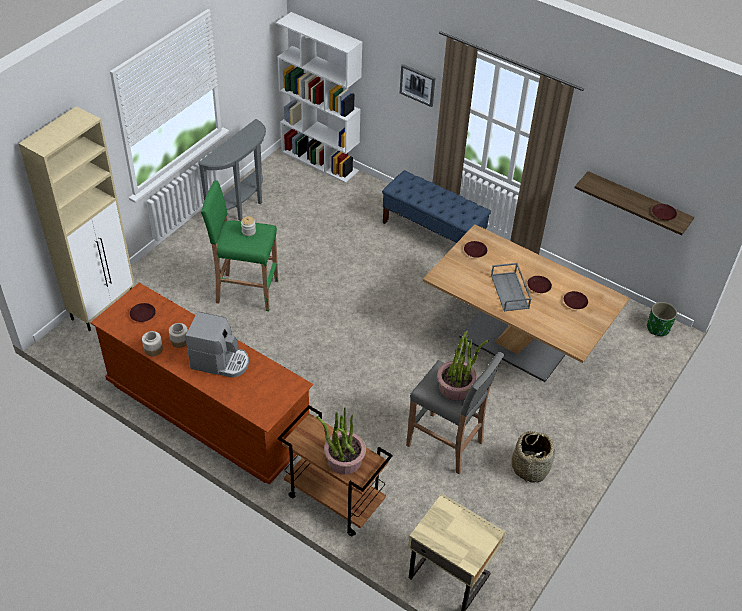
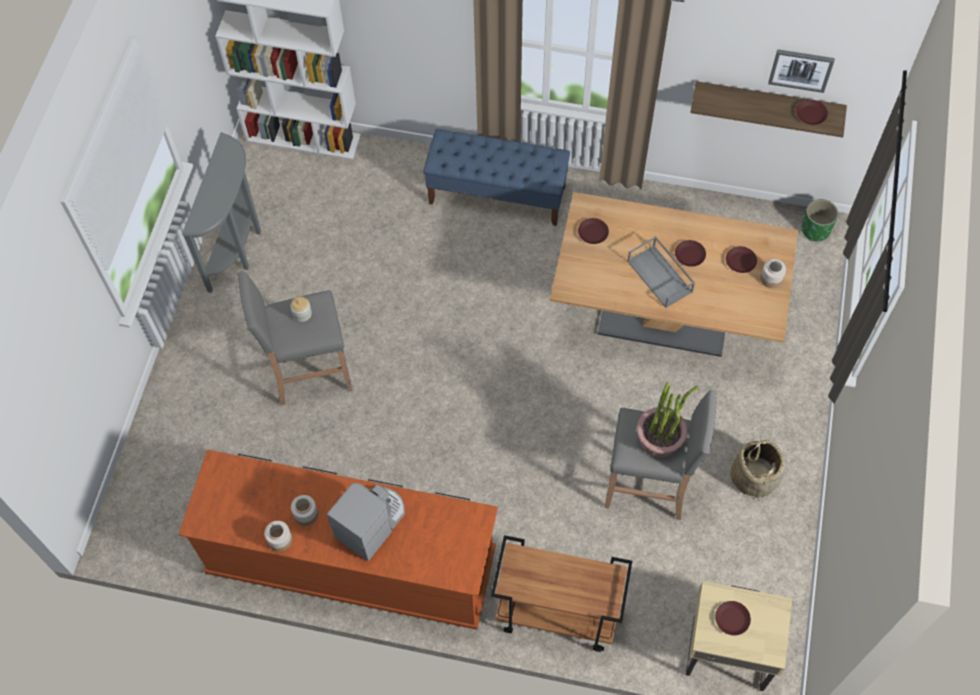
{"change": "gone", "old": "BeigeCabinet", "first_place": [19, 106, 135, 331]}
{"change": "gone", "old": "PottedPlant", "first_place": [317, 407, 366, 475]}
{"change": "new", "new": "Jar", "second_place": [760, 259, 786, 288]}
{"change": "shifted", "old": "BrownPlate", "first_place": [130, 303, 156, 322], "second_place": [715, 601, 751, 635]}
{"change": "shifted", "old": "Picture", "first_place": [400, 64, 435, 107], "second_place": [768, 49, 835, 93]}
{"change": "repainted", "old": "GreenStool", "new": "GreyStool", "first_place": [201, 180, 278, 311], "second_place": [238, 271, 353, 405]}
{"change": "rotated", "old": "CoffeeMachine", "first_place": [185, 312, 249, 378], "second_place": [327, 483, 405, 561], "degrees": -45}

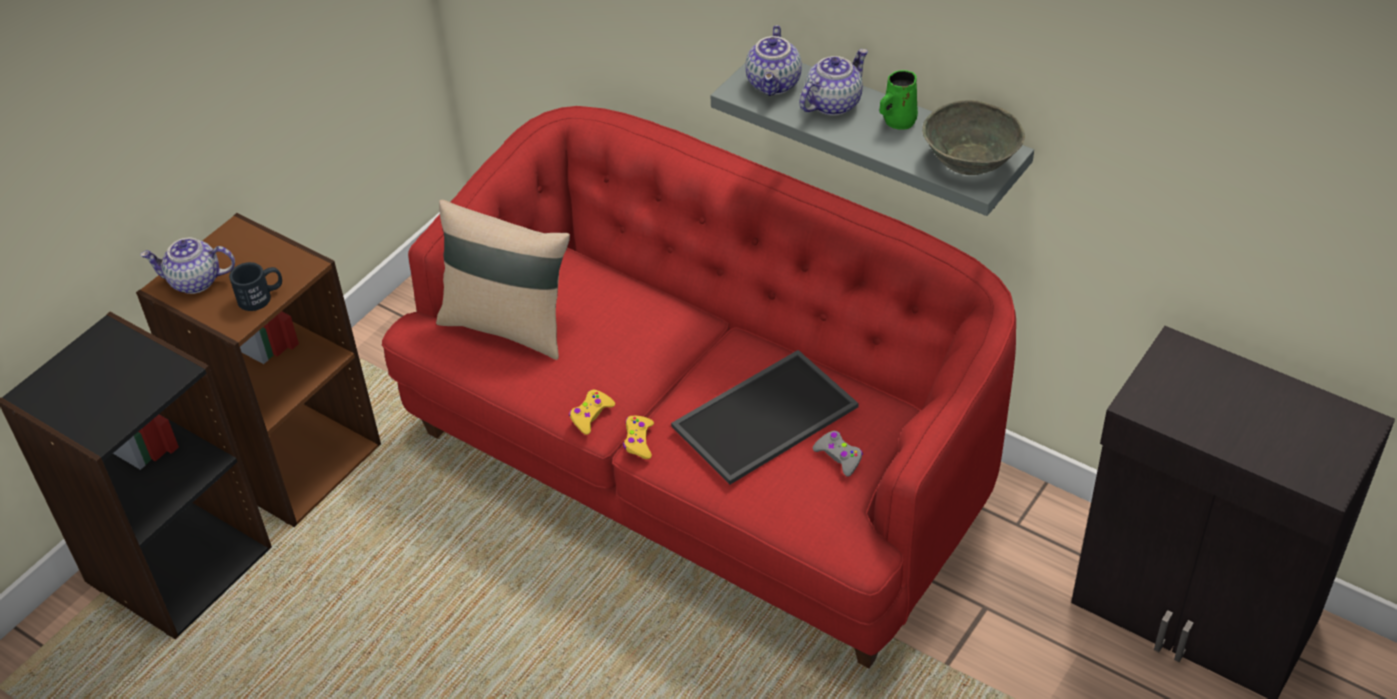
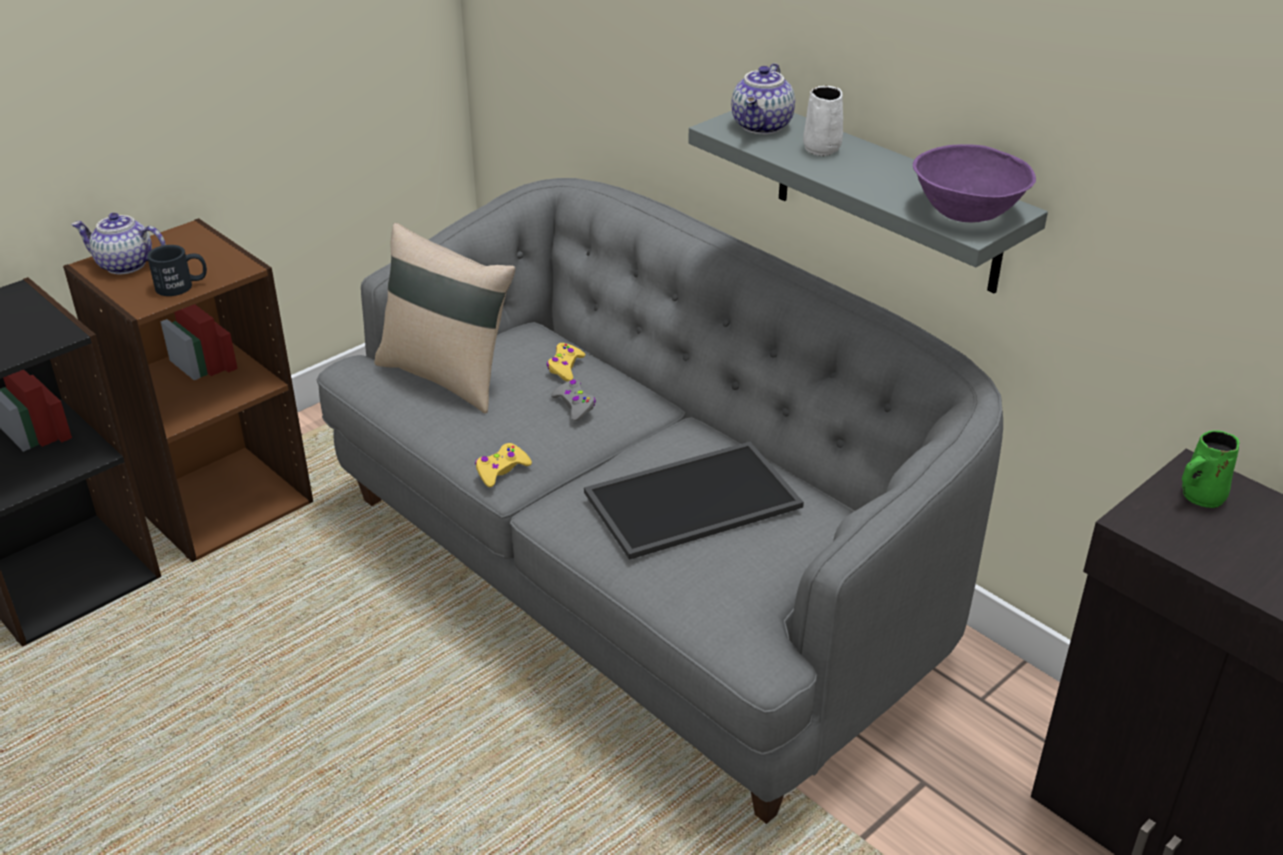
{"change": "shifted", "old": "YellowGameController", "first_place": [623, 416, 654, 459], "second_place": [547, 343, 585, 382]}
{"change": "shifted", "old": "GreyGameController", "first_place": [813, 431, 863, 477], "second_place": [551, 380, 596, 421]}
{"change": "shifted", "old": "GreenMug", "first_place": [879, 70, 918, 130], "second_place": [1182, 430, 1240, 508]}
{"change": "swapped", "old": "Teapot", "new": "WhiteMug", "first_place": [799, 49, 868, 116], "second_place": [803, 86, 843, 156]}
{"change": "repainted", "old": "RedSofa", "new": "GreySofa", "first_place": [382, 106, 1016, 668], "second_place": [317, 178, 1003, 824]}
{"change": "repainted", "old": "GreyBowl", "new": "PurpleBowl", "first_place": [922, 100, 1025, 175], "second_place": [913, 144, 1036, 223]}

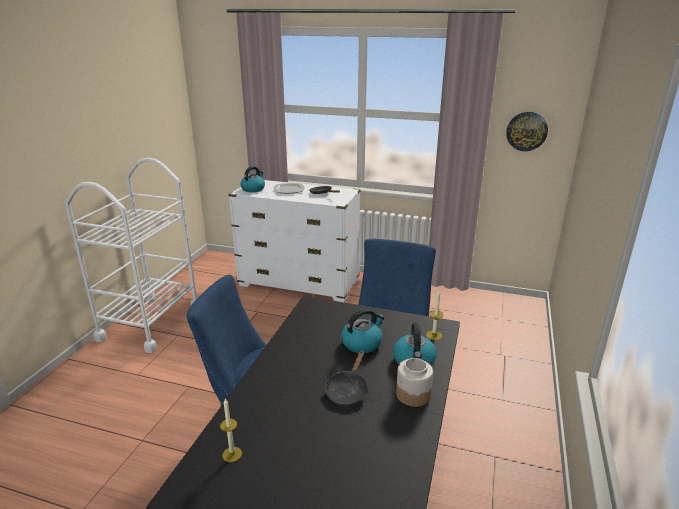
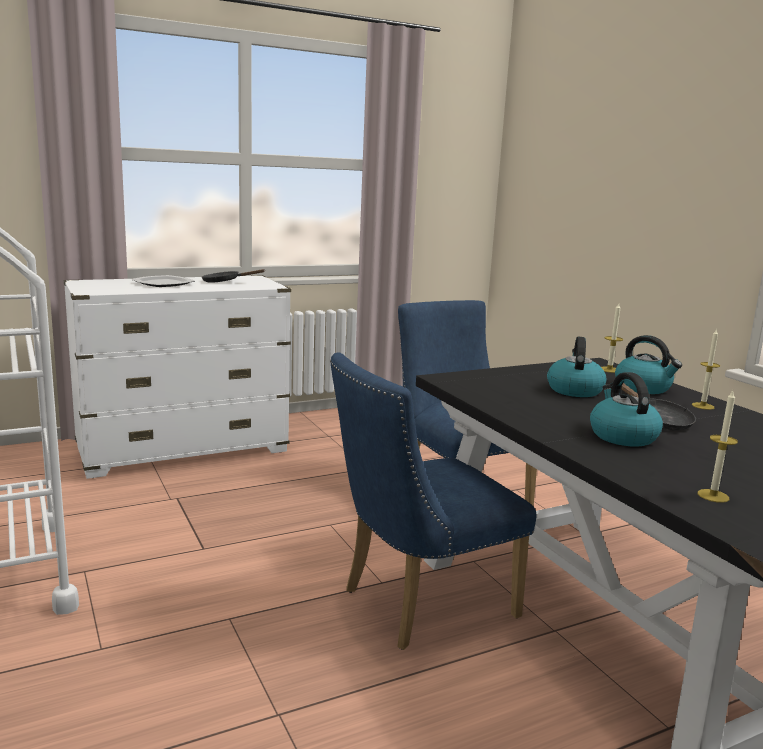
{"change": "gone", "old": "WallClock", "first_place": [506, 111, 548, 151]}
{"change": "shifted", "old": "Kettle", "first_place": [240, 166, 265, 192], "second_place": [590, 372, 663, 446]}
{"change": "swapped", "old": "Jar", "new": "Candle", "first_place": [396, 358, 433, 407], "second_place": [692, 328, 720, 410]}

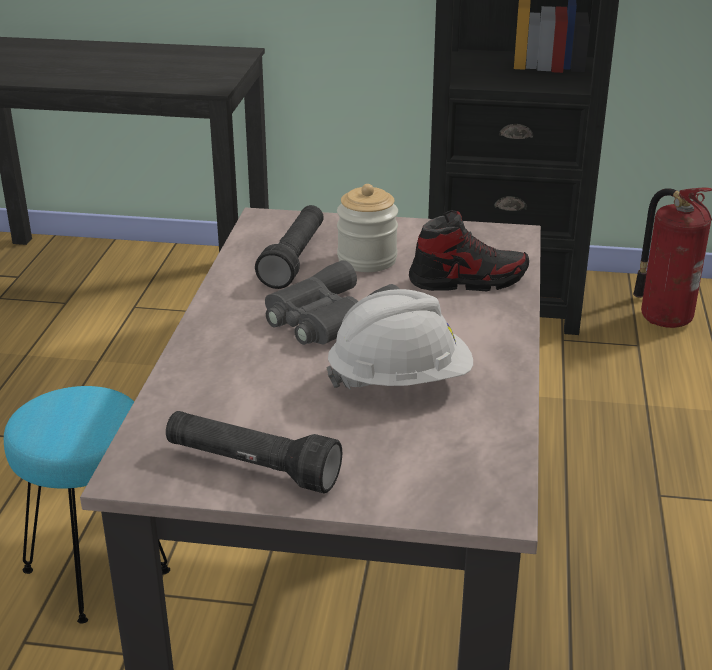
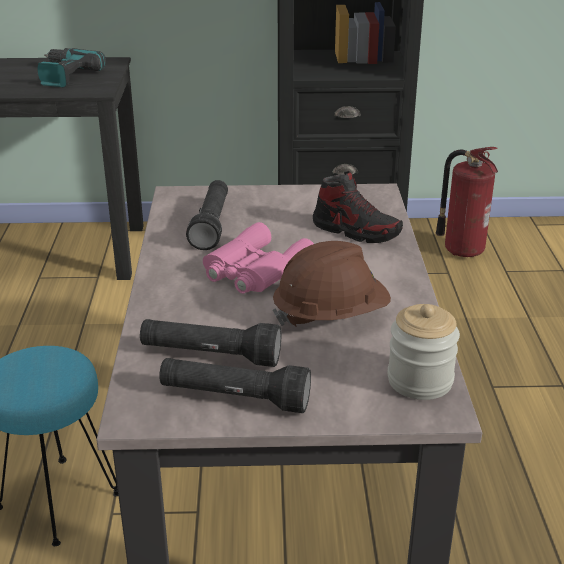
{"change": "new", "new": "PowerDrill", "second_place": [37, 48, 106, 88]}
{"change": "new", "new": "BlackFlashlight", "second_place": [140, 319, 281, 367]}
{"change": "shifted", "old": "Jar", "first_place": [337, 184, 398, 272], "second_place": [387, 304, 460, 400]}
{"change": "repainted", "old": "GreyBinoculars", "new": "PinkBinoculars", "first_place": [265, 260, 400, 345], "second_place": [203, 222, 314, 294]}
{"change": "repainted", "old": "WhiteHardHat", "new": "BrownHardHat", "first_place": [326, 289, 473, 390], "second_place": [273, 241, 391, 327]}
{"change": "rotated", "old": "Shoe", "first_place": [409, 210, 529, 291], "second_place": [313, 171, 403, 243], "degrees": 45}

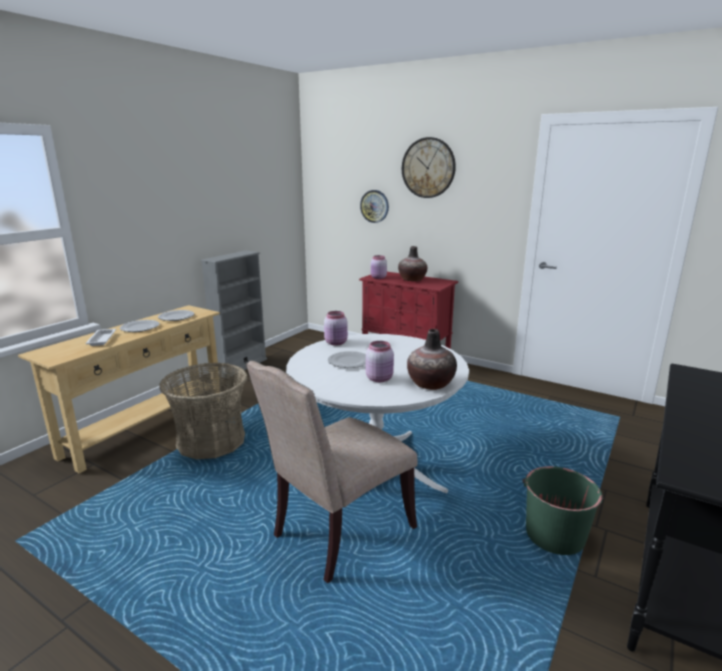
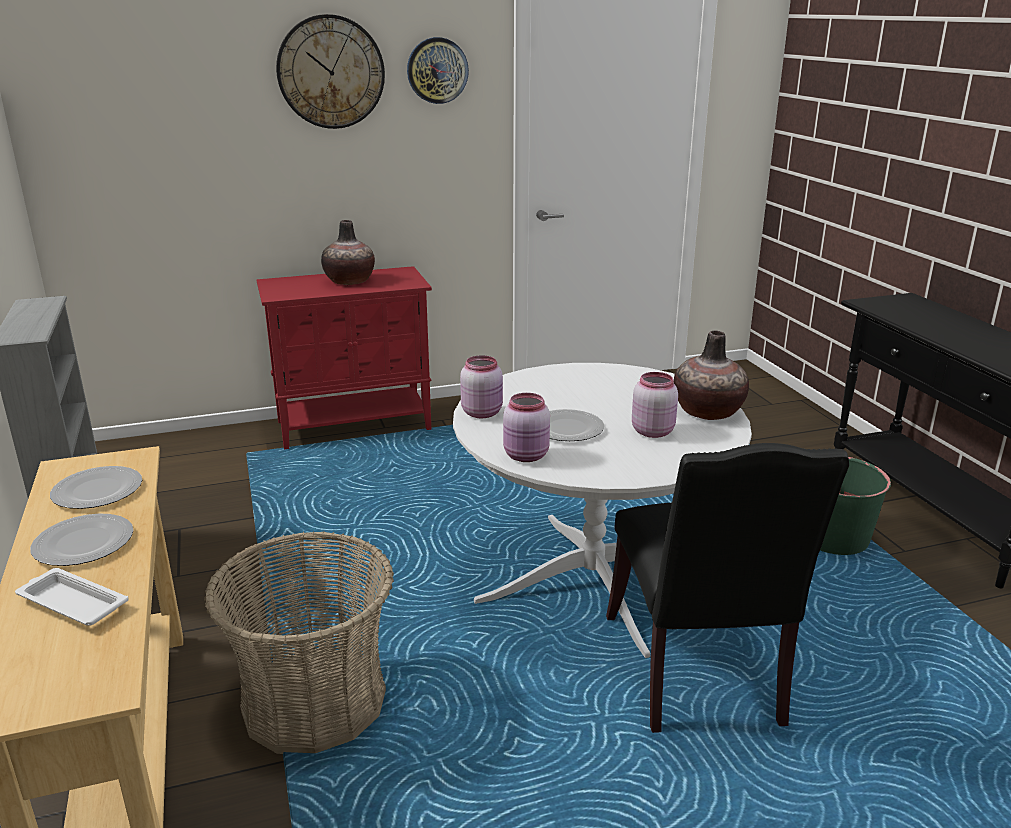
{"change": "shifted", "old": "WallClock", "first_place": [360, 190, 389, 223], "second_place": [407, 37, 469, 104]}
{"change": "shifted", "old": "PinkJar", "first_place": [371, 255, 387, 279], "second_place": [503, 393, 550, 462]}
{"change": "repainted", "old": "BeigeChair", "new": "BlackChair", "first_place": [246, 361, 417, 583], "second_place": [606, 443, 849, 733]}

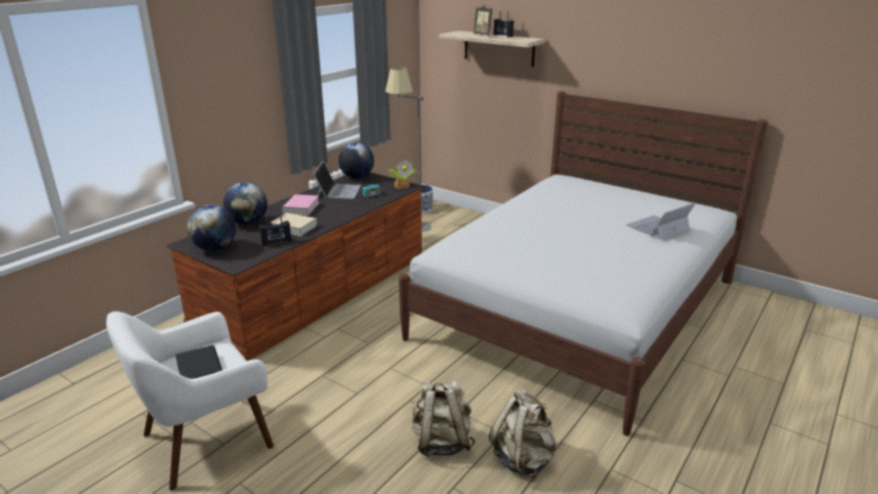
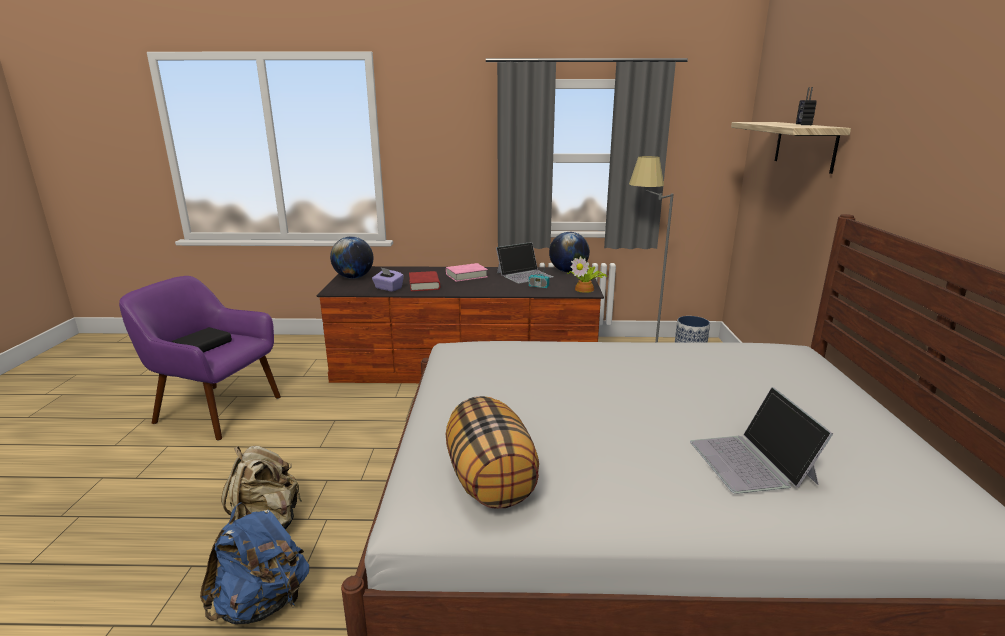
{"change": "gone", "old": "Globe", "first_place": [223, 182, 268, 225]}
{"change": "gone", "old": "PictureFrame", "first_place": [473, 5, 493, 36]}
{"change": "new", "new": "Pillow", "second_place": [446, 396, 539, 509]}
{"change": "swapped", "old": "Radio", "new": "PurpleTissueBox", "first_place": [259, 213, 292, 246], "second_place": [372, 267, 404, 292]}
{"change": "repainted", "old": "WhiteArmchair", "new": "PurpleArmchair", "first_place": [106, 311, 274, 491], "second_place": [119, 276, 281, 441]}
{"change": "repainted", "old": "BeigeBook", "new": "RedBook", "first_place": [270, 213, 317, 236], "second_place": [409, 271, 440, 291]}
{"change": "repainted", "old": "BeigeBackpack", "new": "BlueBackpack", "first_place": [489, 389, 557, 478], "second_place": [200, 502, 309, 624]}
{"change": "rotated", "old": "Laptop", "first_place": [626, 203, 696, 240], "second_place": [690, 387, 833, 494], "degrees": -120}

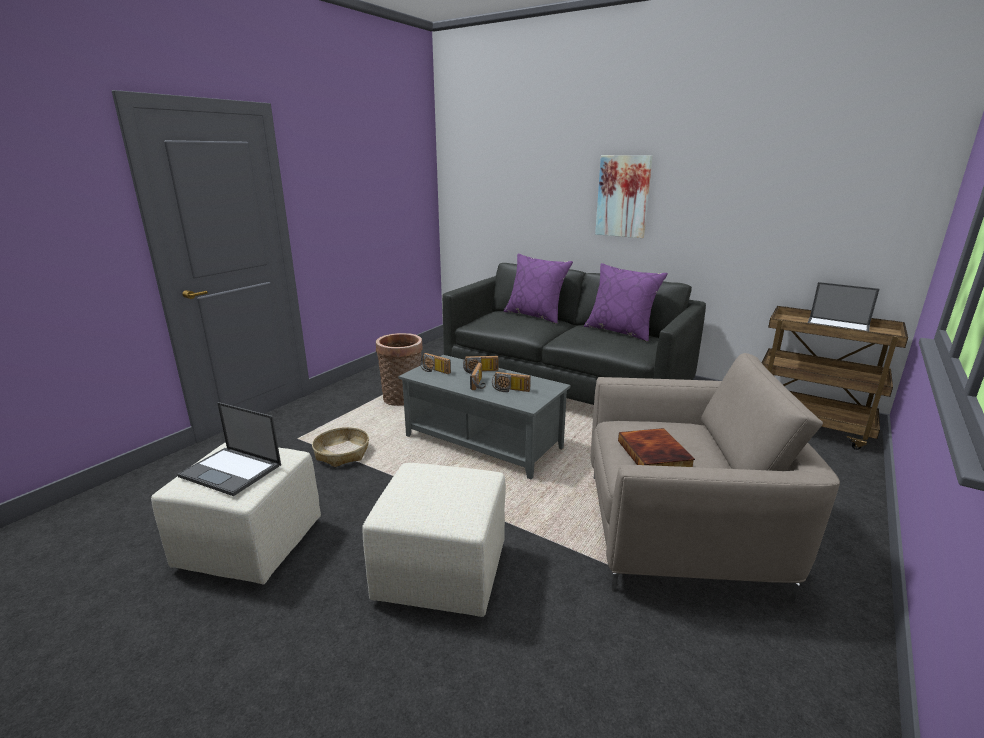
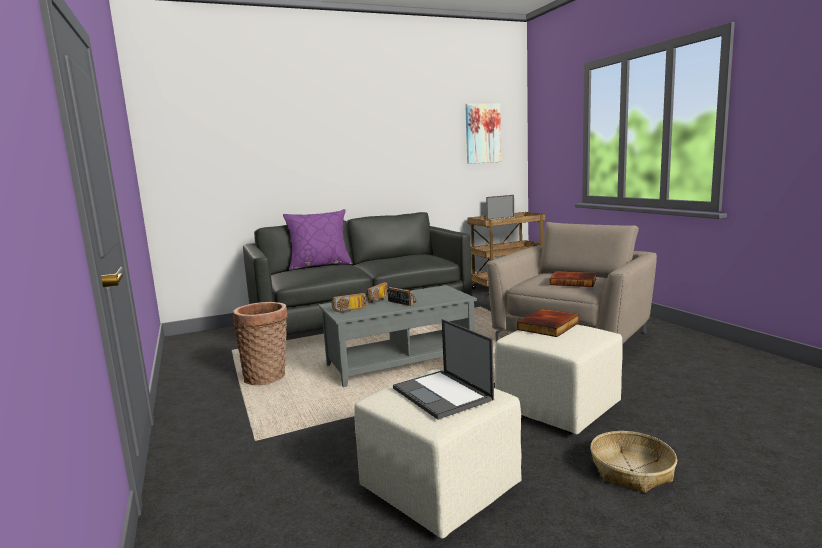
{"change": "gone", "old": "Radio", "first_place": [492, 372, 531, 392]}
{"change": "gone", "old": "PurplePillow", "first_place": [584, 263, 668, 342]}
{"change": "new", "new": "Book", "second_place": [517, 309, 580, 337]}
{"change": "shifted", "old": "Basket", "first_place": [312, 427, 369, 467], "second_place": [590, 431, 677, 493]}
{"change": "shifted", "old": "Picture", "first_place": [595, 155, 653, 238], "second_place": [465, 103, 501, 164]}
{"change": "rotated", "old": "Laptop", "first_place": [178, 402, 281, 496], "second_place": [393, 319, 494, 420], "degrees": 90}

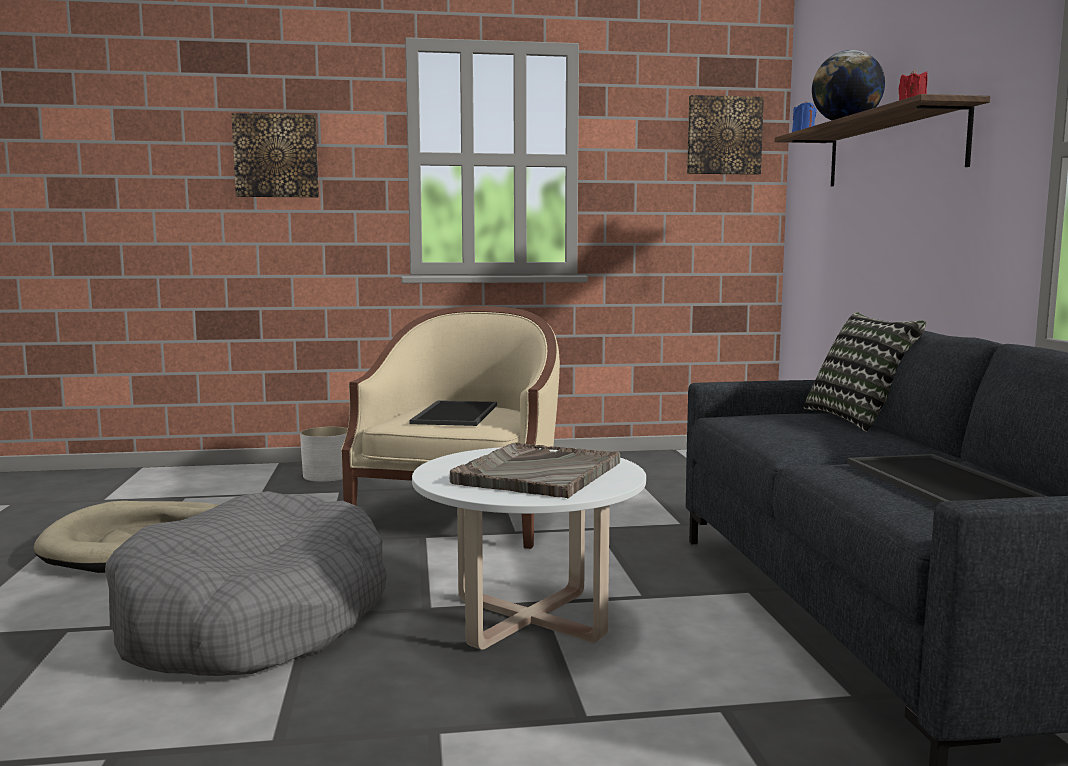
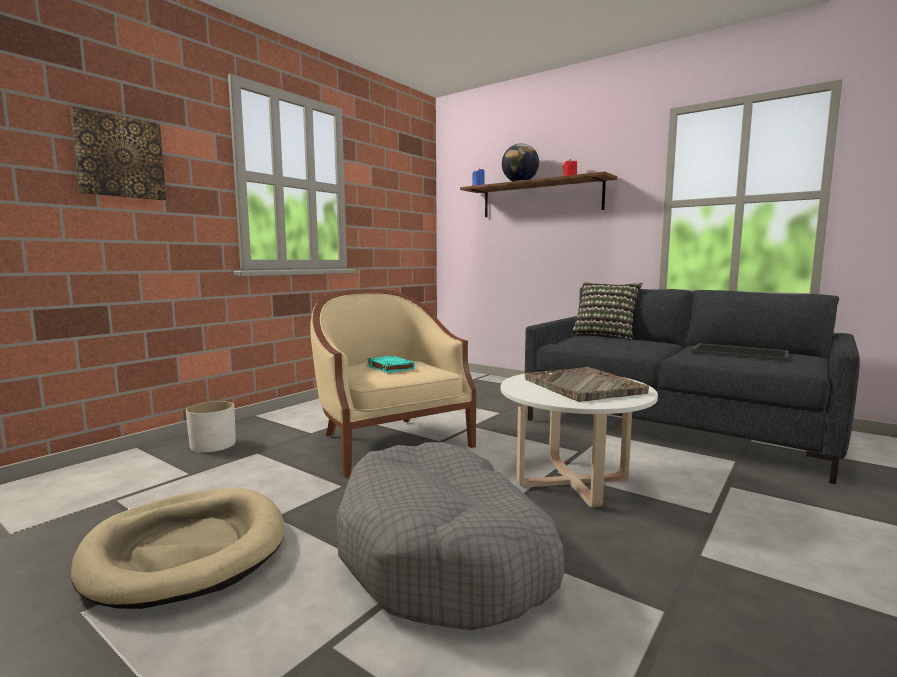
{"change": "gone", "old": "Picture", "first_place": [687, 95, 764, 175]}
{"change": "swapped", "old": "Tray", "new": "TurquoiseBook", "first_place": [410, 400, 497, 426], "second_place": [367, 356, 415, 373]}

